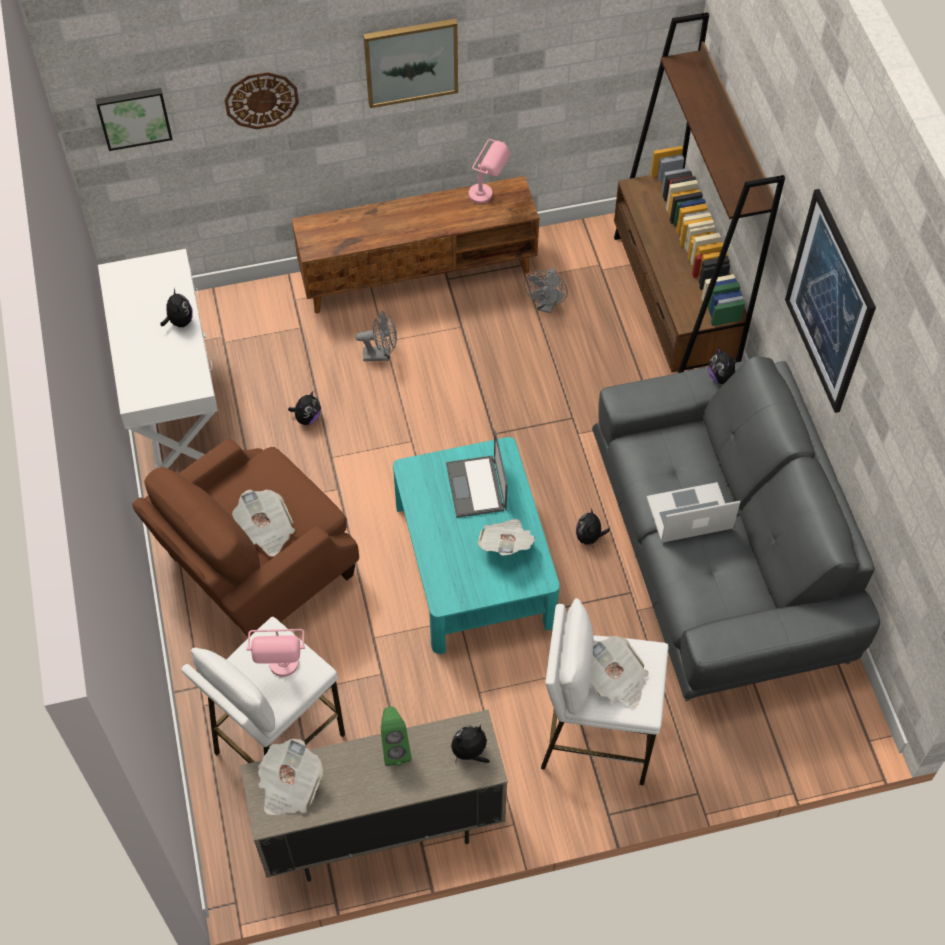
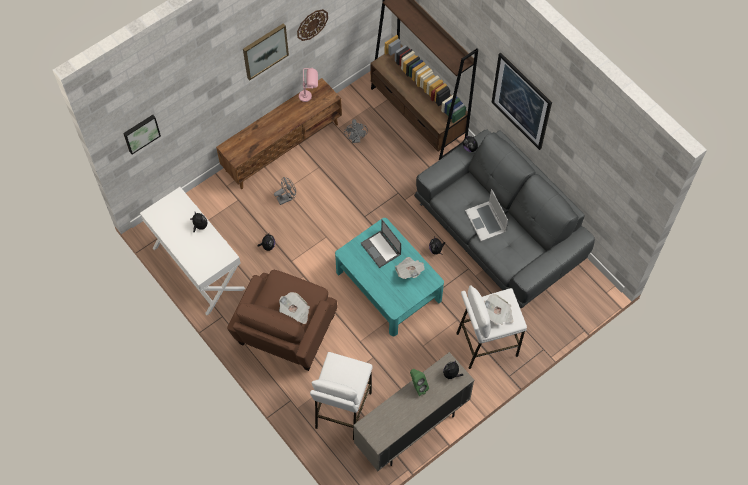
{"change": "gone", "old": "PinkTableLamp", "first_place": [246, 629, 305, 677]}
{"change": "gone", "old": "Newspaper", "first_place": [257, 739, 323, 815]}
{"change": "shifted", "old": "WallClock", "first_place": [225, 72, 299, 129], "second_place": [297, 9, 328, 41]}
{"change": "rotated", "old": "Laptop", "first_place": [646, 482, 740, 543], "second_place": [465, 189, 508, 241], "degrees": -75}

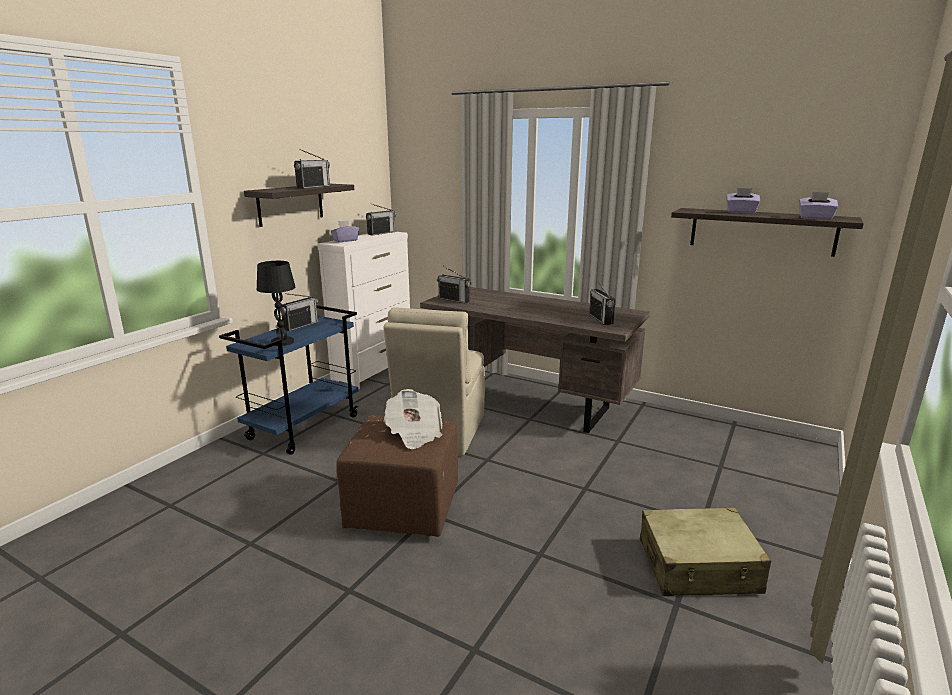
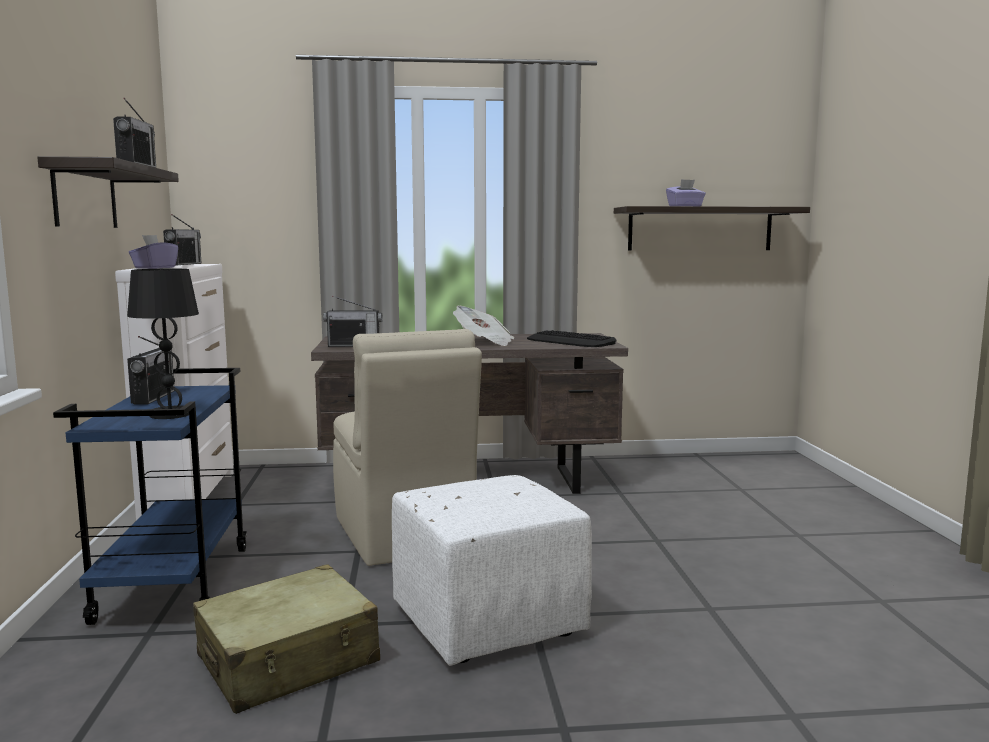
{"change": "gone", "old": "PurpleTissueBox", "first_place": [799, 192, 838, 220]}
{"change": "shifted", "old": "Newspaper", "first_place": [384, 389, 442, 449], "second_place": [453, 306, 514, 346]}
{"change": "shifted", "old": "BeigeSuitcase", "first_place": [640, 507, 771, 596], "second_place": [193, 564, 380, 714]}
{"change": "swapped", "old": "Radio", "new": "Keyboard", "first_place": [589, 280, 616, 325], "second_place": [527, 330, 616, 347]}
{"change": "repainted", "old": "BrownOttoman", "new": "WhiteOttoman", "first_place": [336, 415, 458, 537], "second_place": [392, 475, 592, 666]}

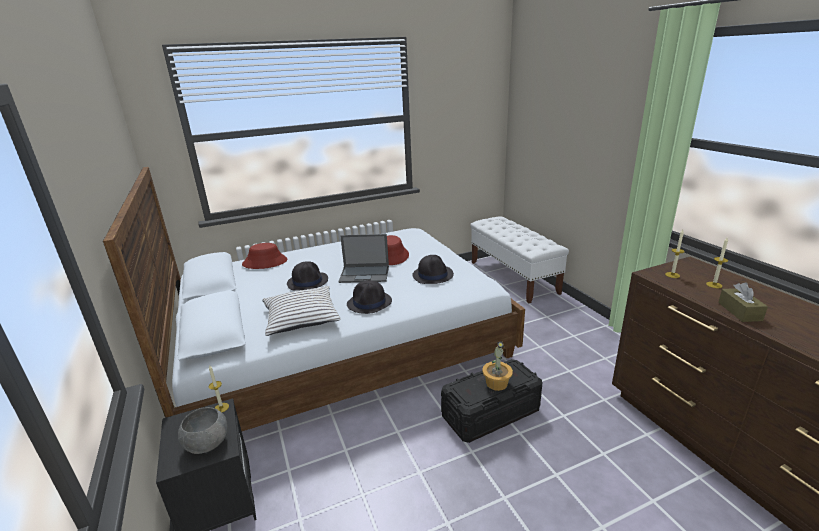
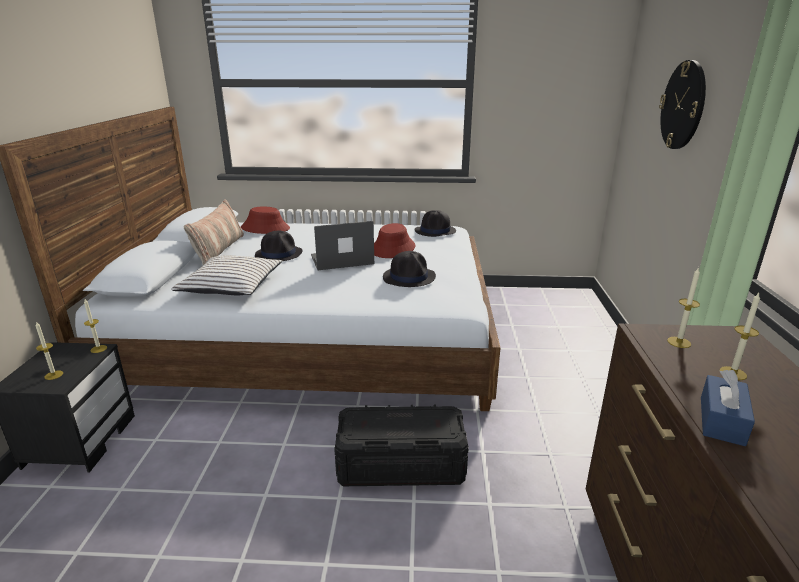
{"change": "gone", "old": "WhiteBench", "first_place": [470, 217, 569, 303]}
{"change": "gone", "old": "PottedPlant", "first_place": [482, 341, 513, 391]}
{"change": "new", "new": "Pillow", "second_place": [184, 199, 244, 265]}
{"change": "new", "new": "WallClock", "second_place": [659, 60, 706, 149]}
{"change": "shifted", "old": "BlackHat", "first_place": [347, 280, 392, 314], "second_place": [414, 210, 456, 237]}
{"change": "swapped", "old": "GreyBowl", "new": "Candle", "first_place": [178, 407, 228, 454], "second_place": [35, 322, 63, 380]}
{"change": "repainted", "old": "BrownTissueBox", "new": "BlueTissueBox", "first_place": [718, 282, 768, 322], "second_place": [701, 370, 755, 446]}
{"change": "rotated", "old": "Laptop", "first_place": [338, 234, 389, 283], "second_place": [311, 221, 375, 270], "degrees": 135}

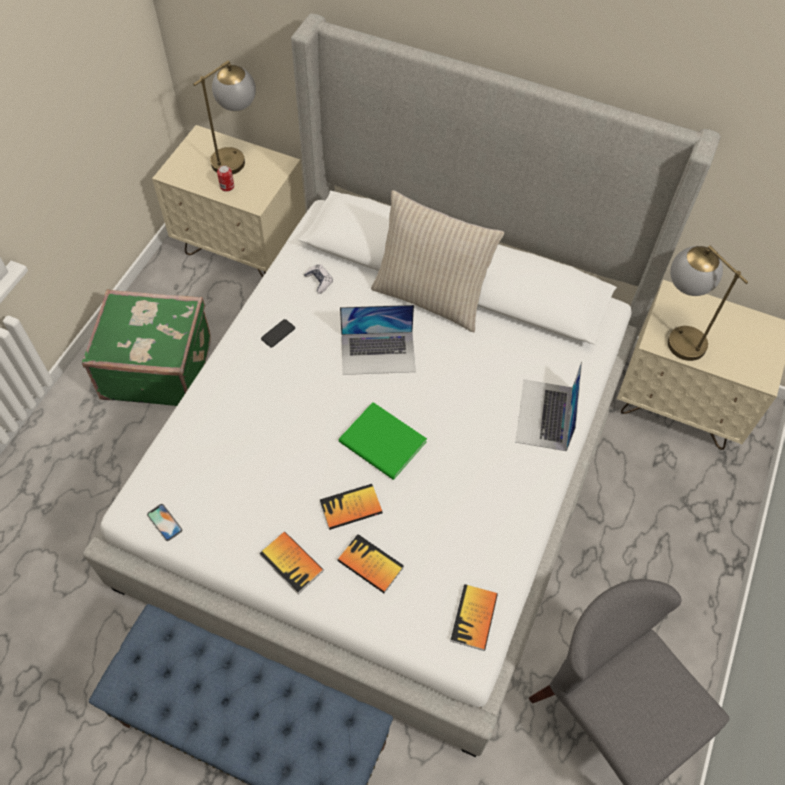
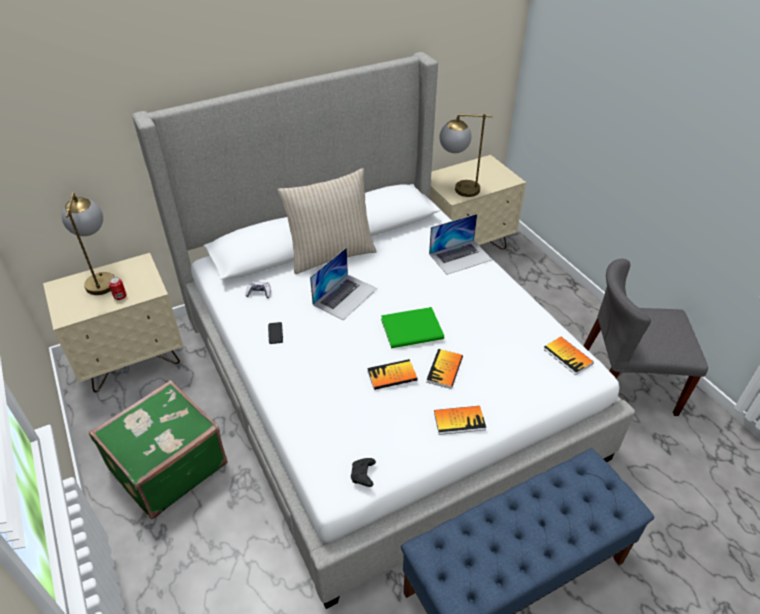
{"change": "shifted", "old": "Book", "first_place": [337, 534, 404, 593], "second_place": [367, 359, 418, 390]}
{"change": "swapped", "old": "Phone", "new": "BlackGameController", "first_place": [147, 504, 182, 541], "second_place": [351, 458, 376, 487]}
{"change": "rotated", "old": "Laptop", "first_place": [515, 362, 582, 451], "second_place": [429, 214, 493, 275], "degrees": -75}

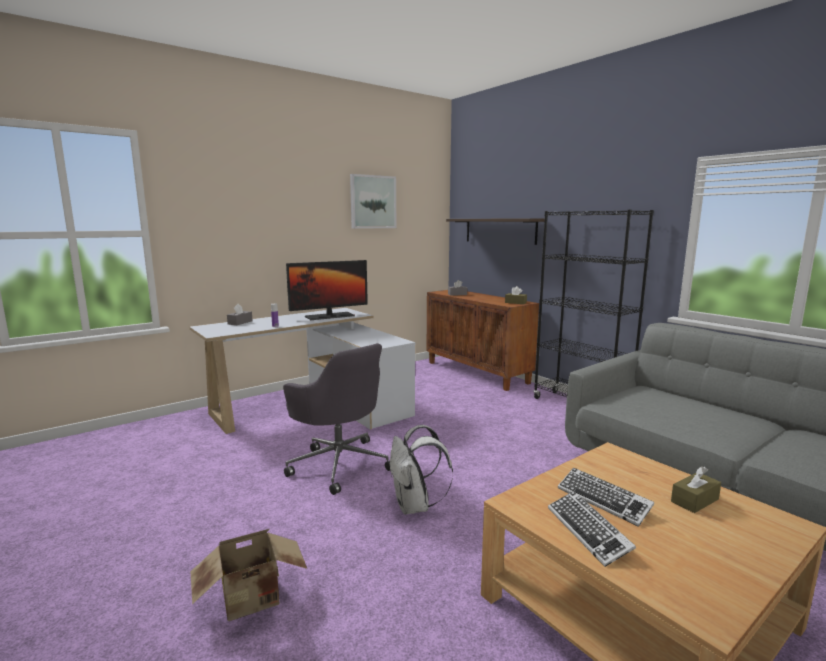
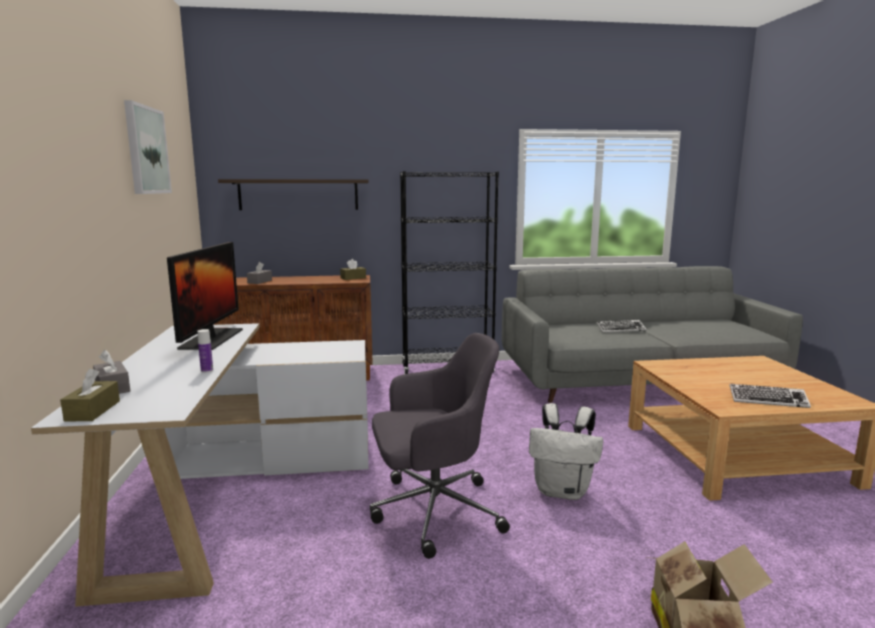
{"change": "shifted", "old": "Keyboard", "first_place": [558, 467, 654, 527], "second_place": [596, 320, 647, 333]}
{"change": "shifted", "old": "BrownTissueBox", "first_place": [671, 466, 721, 513], "second_place": [60, 369, 120, 422]}

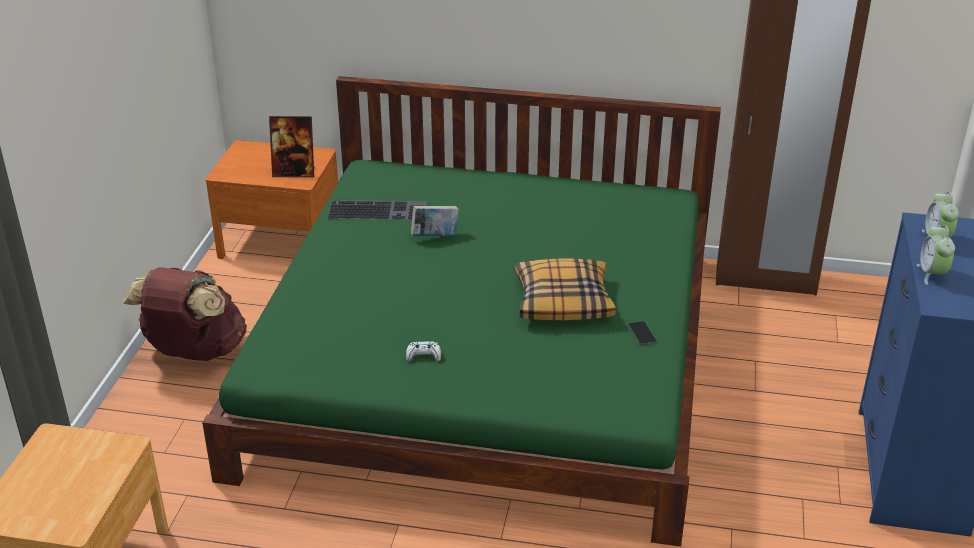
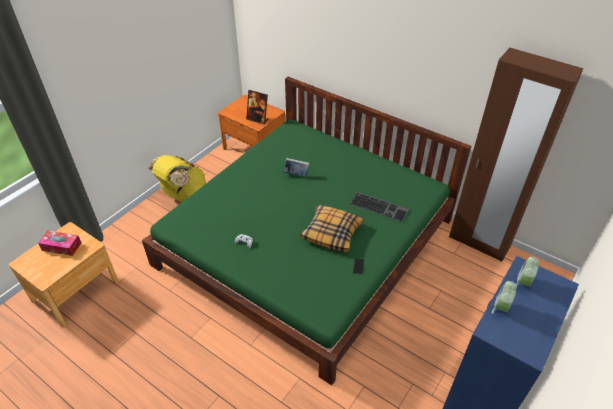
{"change": "new", "new": "TissueBox", "second_place": [38, 230, 81, 256]}
{"change": "shifted", "old": "Keyboard", "first_place": [327, 200, 428, 220], "second_place": [350, 192, 409, 222]}
{"change": "repainted", "old": "BrownBackpack", "new": "YellowBackpack", "first_place": [123, 267, 247, 361], "second_place": [147, 155, 206, 202]}

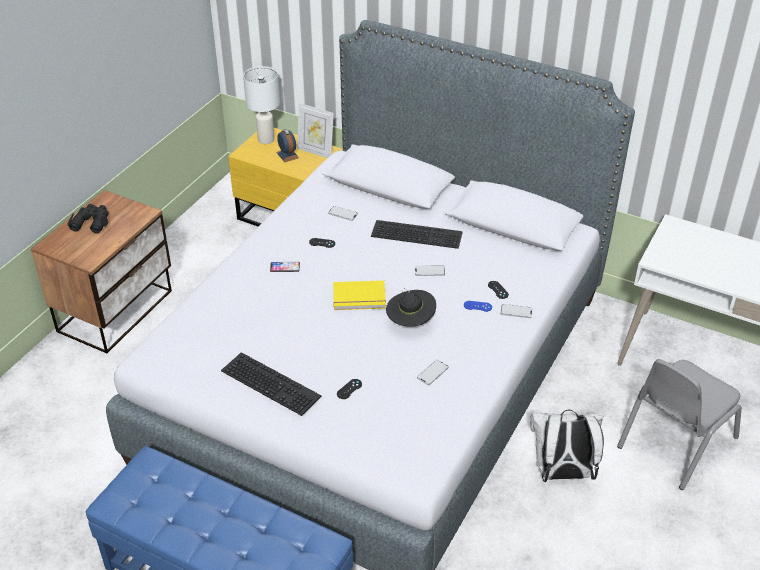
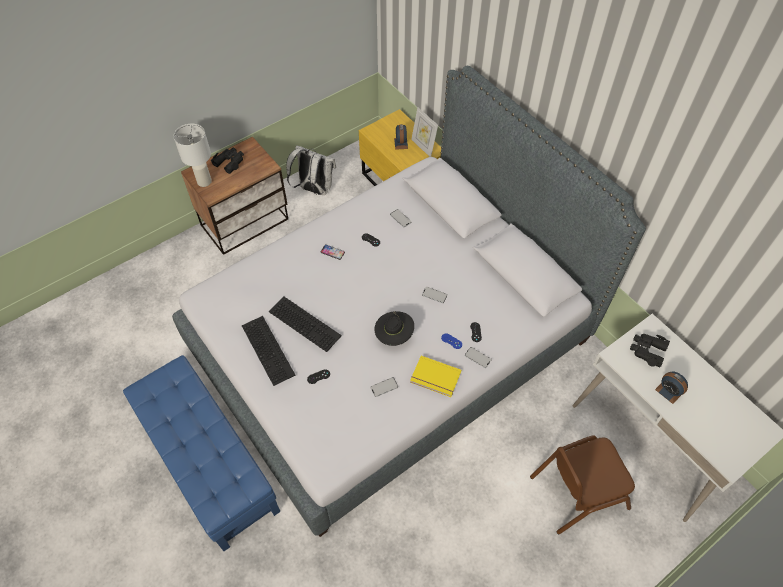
{"change": "new", "new": "BlackBinoculars", "second_place": [630, 334, 670, 367]}
{"change": "new", "new": "AlarmClock", "second_place": [655, 372, 688, 404]}
{"change": "shifted", "old": "WhiteTableLamp", "first_place": [243, 66, 280, 144], "second_place": [174, 124, 212, 187]}
{"change": "shifted", "old": "YellowBook", "first_place": [333, 280, 386, 310], "second_place": [410, 356, 461, 397]}
{"change": "shifted", "old": "Keyboard", "first_place": [371, 220, 463, 249], "second_place": [269, 297, 342, 352]}
{"change": "shifted", "old": "WhiteBackpack", "first_place": [530, 410, 604, 482], "second_place": [286, 145, 336, 195]}
{"change": "repainted", "old": "GreyChair", "new": "BrownChair", "first_place": [617, 359, 742, 490], "second_place": [530, 436, 635, 534]}

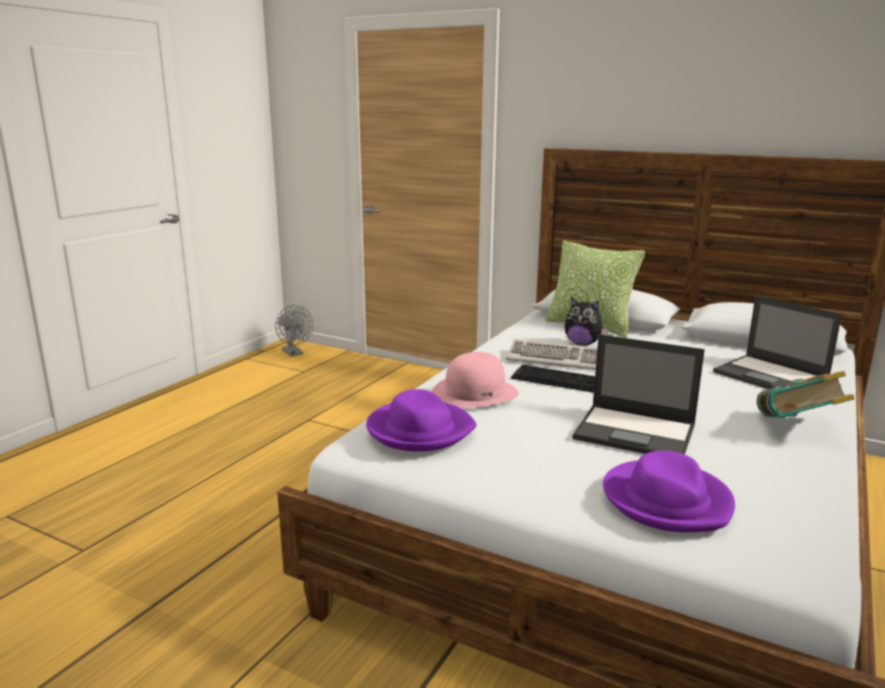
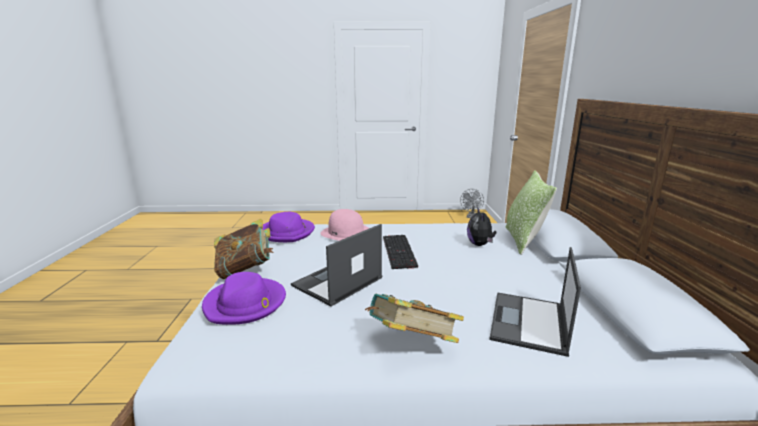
{"change": "gone", "old": "Keyboard", "first_place": [506, 340, 597, 370]}
{"change": "new", "new": "Book", "second_place": [214, 219, 273, 279]}
{"change": "rotated", "old": "Laptop", "first_place": [572, 334, 705, 454], "second_place": [291, 224, 382, 306], "degrees": 45}

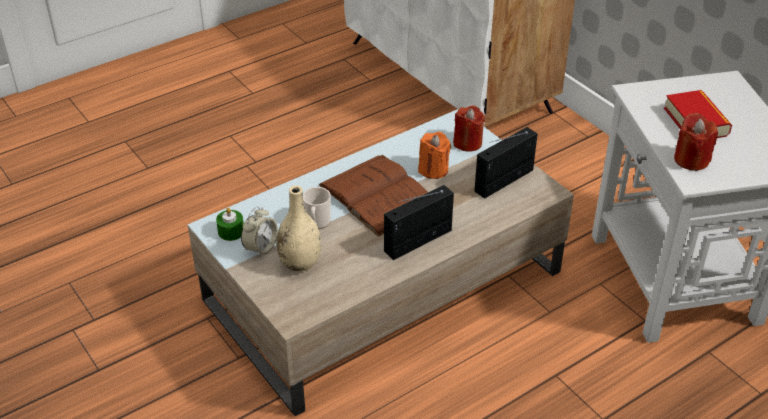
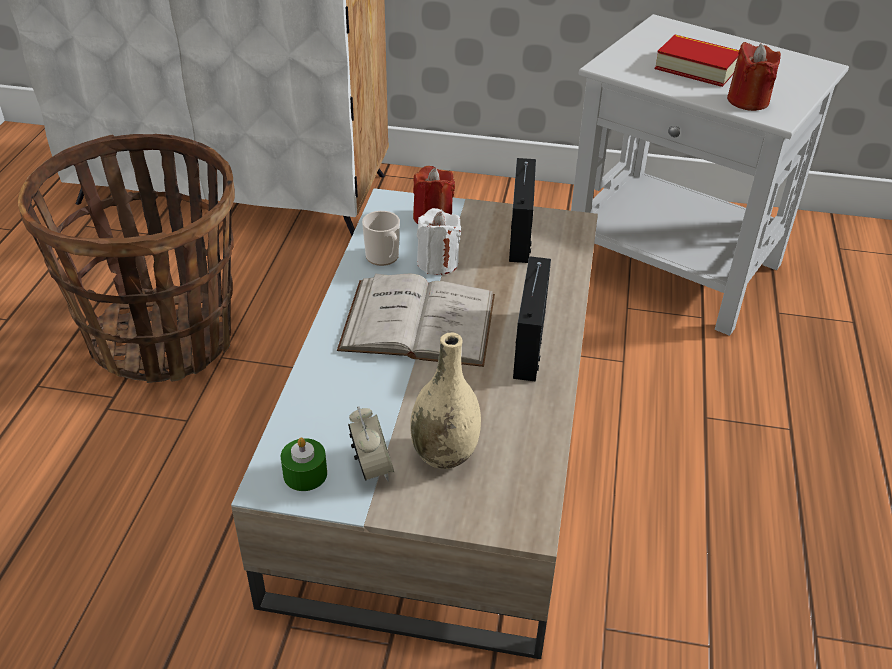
{"change": "new", "new": "Basket", "second_place": [18, 134, 235, 383]}
{"change": "shifted", "old": "Mug", "first_place": [303, 187, 331, 229], "second_place": [362, 211, 400, 266]}
{"change": "repainted", "old": "BrownBook", "new": "WhiteBook", "first_place": [319, 155, 428, 237], "second_place": [337, 273, 495, 367]}
{"change": "repainted", "old": "OrangeCandle", "new": "WhiteCandle", "first_place": [418, 132, 451, 179], "second_place": [417, 208, 461, 275]}

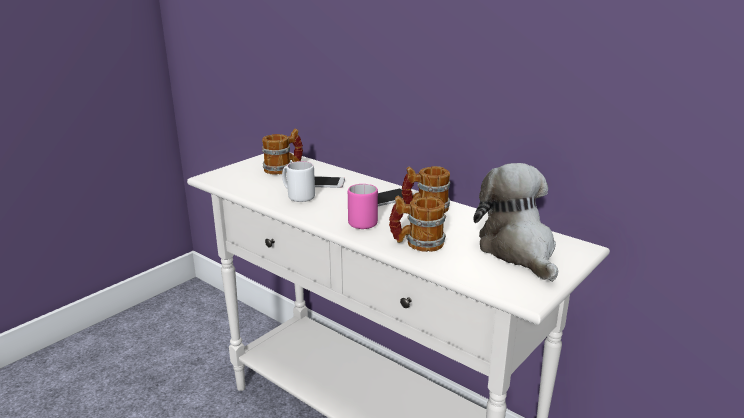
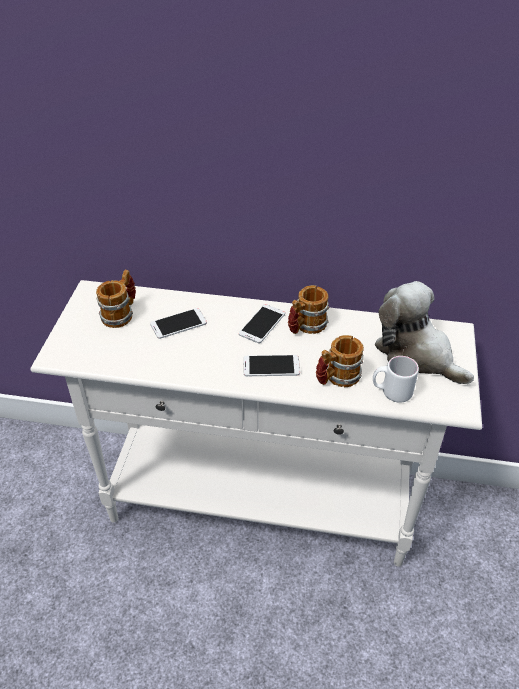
{"change": "shifted", "old": "WhiteMug", "first_place": [282, 161, 315, 202], "second_place": [373, 356, 419, 403]}
{"change": "swapped", "old": "PinkMug", "new": "Phone", "first_place": [348, 184, 378, 229], "second_place": [244, 355, 300, 376]}

